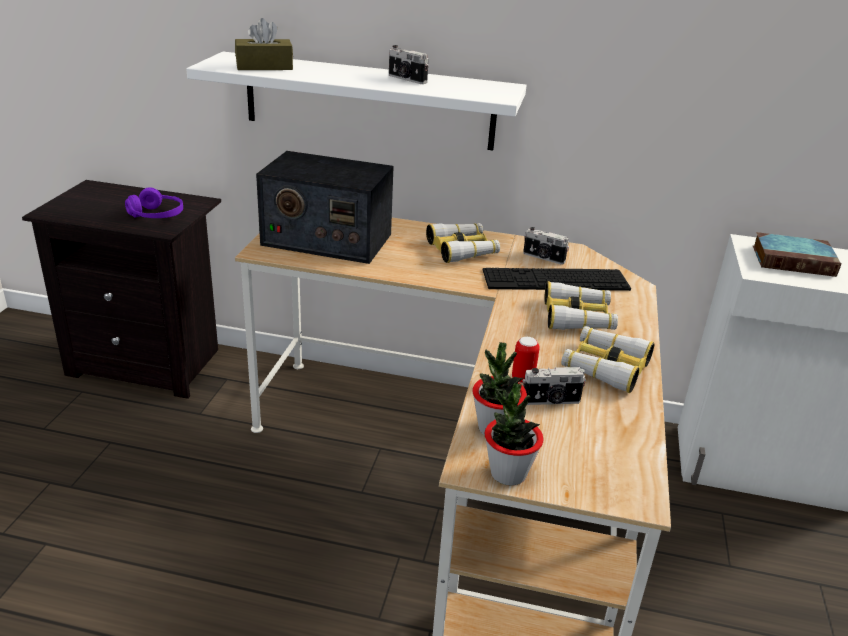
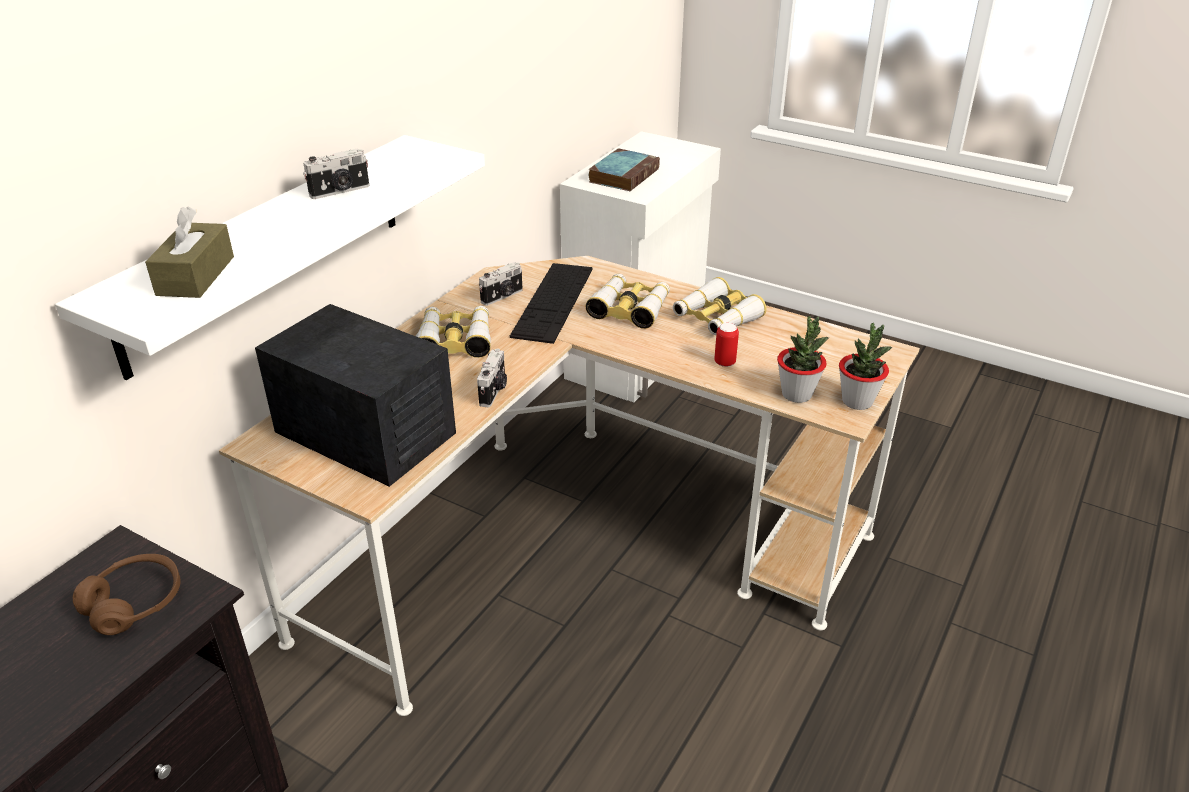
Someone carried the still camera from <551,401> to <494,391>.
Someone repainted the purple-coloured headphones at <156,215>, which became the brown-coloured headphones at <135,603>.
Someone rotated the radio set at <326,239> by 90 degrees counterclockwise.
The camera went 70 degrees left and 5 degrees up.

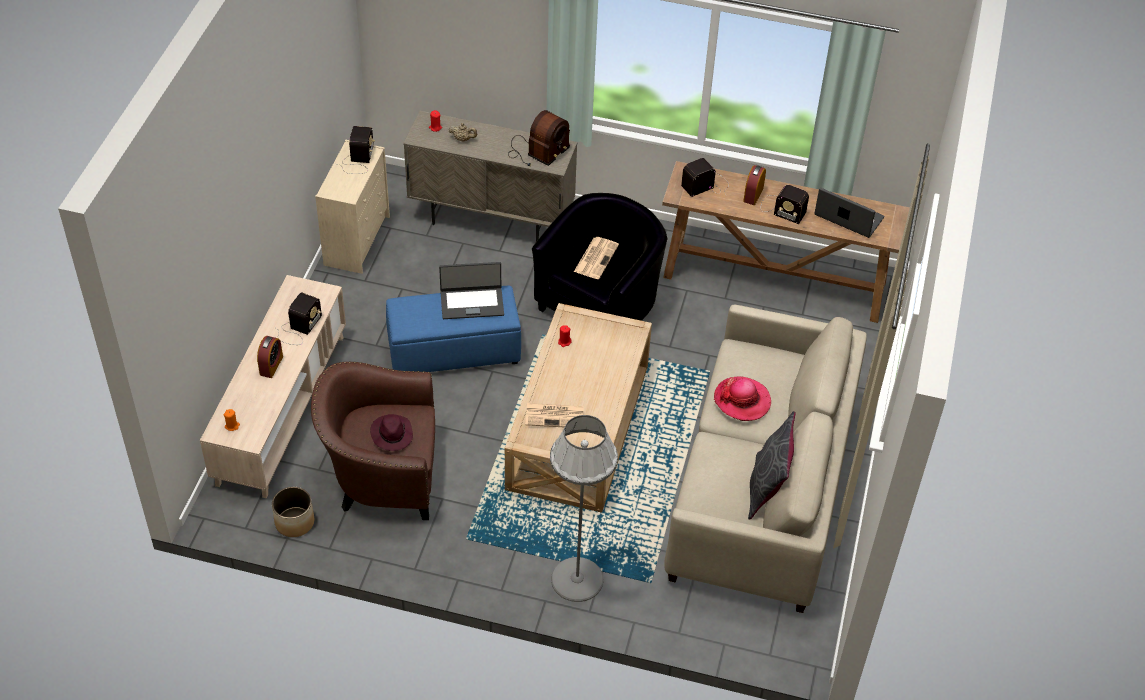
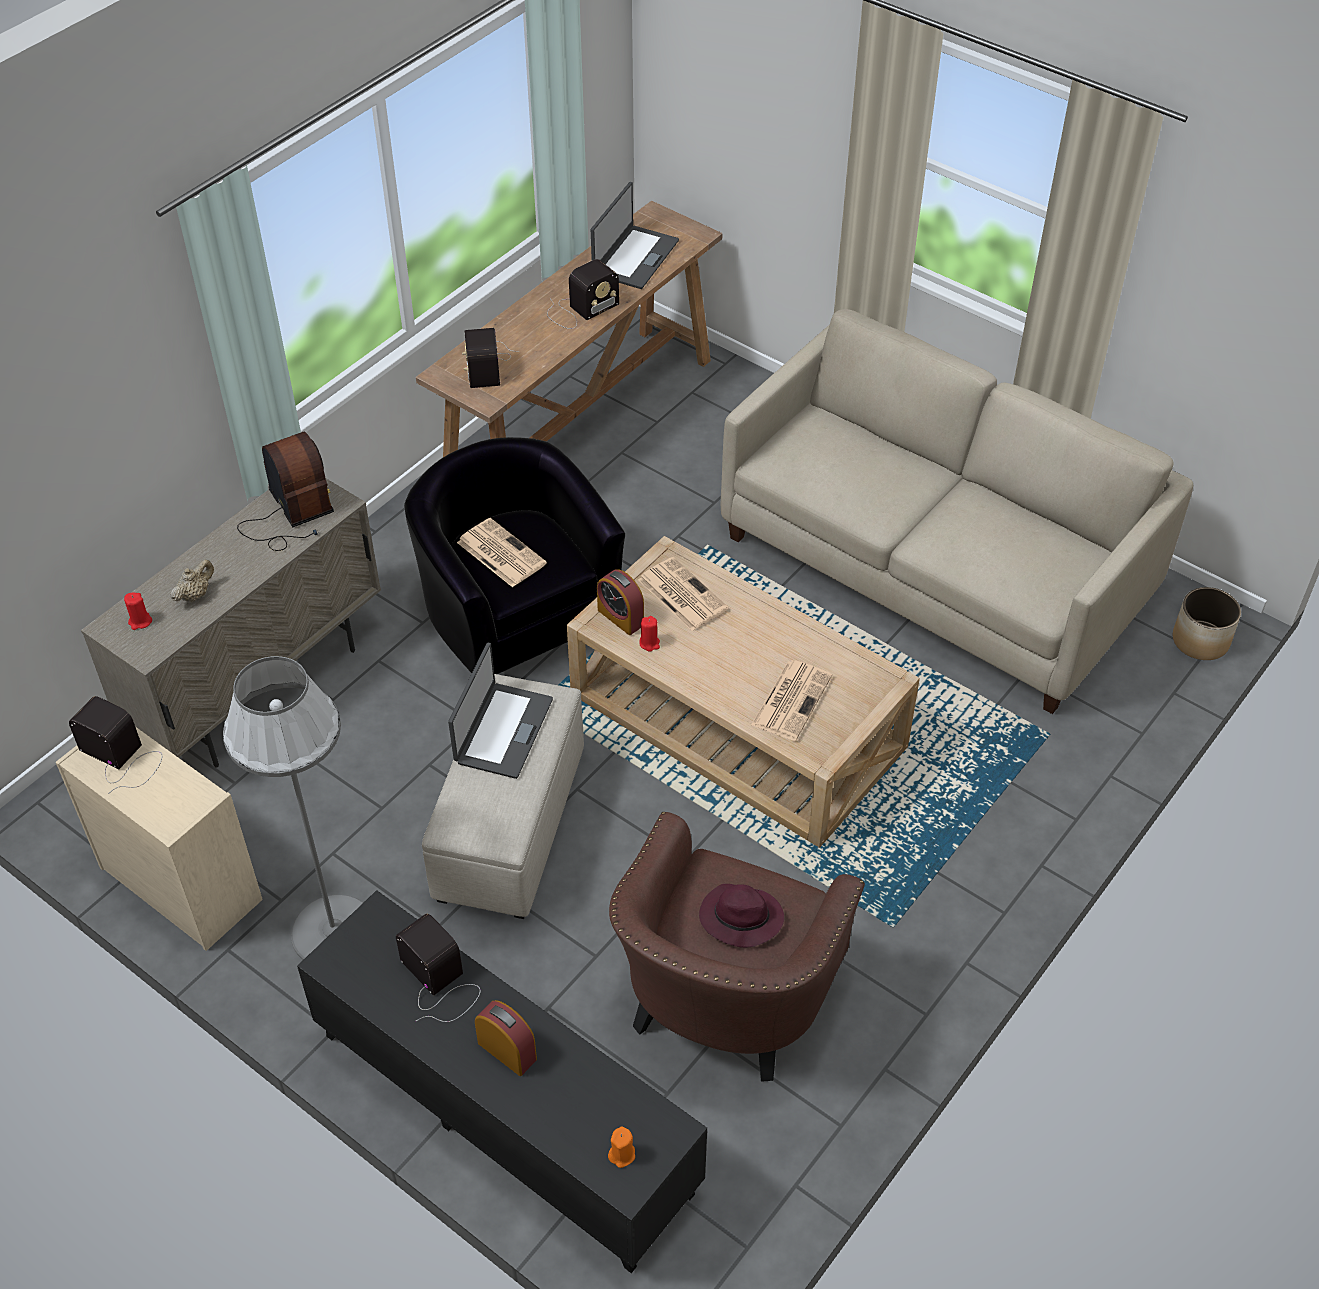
Someone took away the hat at <742,400>.
Someone took away the greyish throw pillow at <767,488>.
Someone put down the newspaper at <681,594>.
Someone carried the flower pot from <295,522> to <1201,640>.
Someone carried the greyish standard lamp from <577,579> to <333,930>.
Someone carried the bedside clock from <753,194> to <620,617>.
Someone repainted the sand-coloured tv unit at <281,409>, which became the black-coloured tv unit at <505,1113>.
Someone repainted the bluish ottoman at <455,351>, which became the sand-coloured ottoman at <510,823>.
Someone rotated the notebook computer at <848,217> by 150 degrees clockwise.
The camera went 65 degrees left and 0 degrees up.

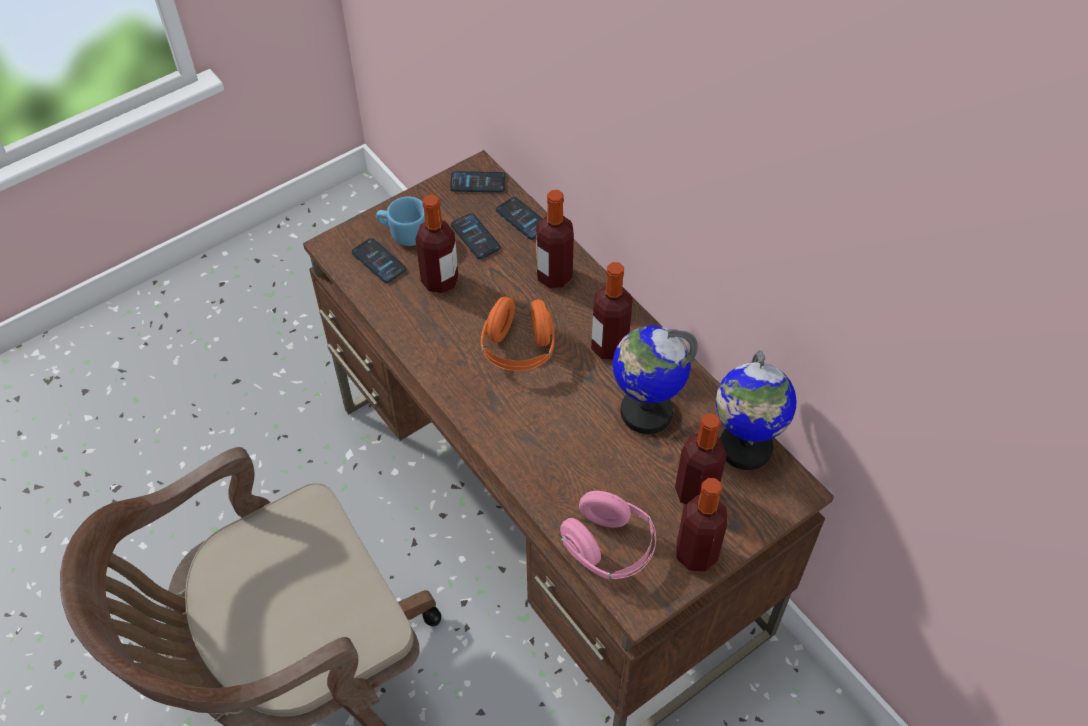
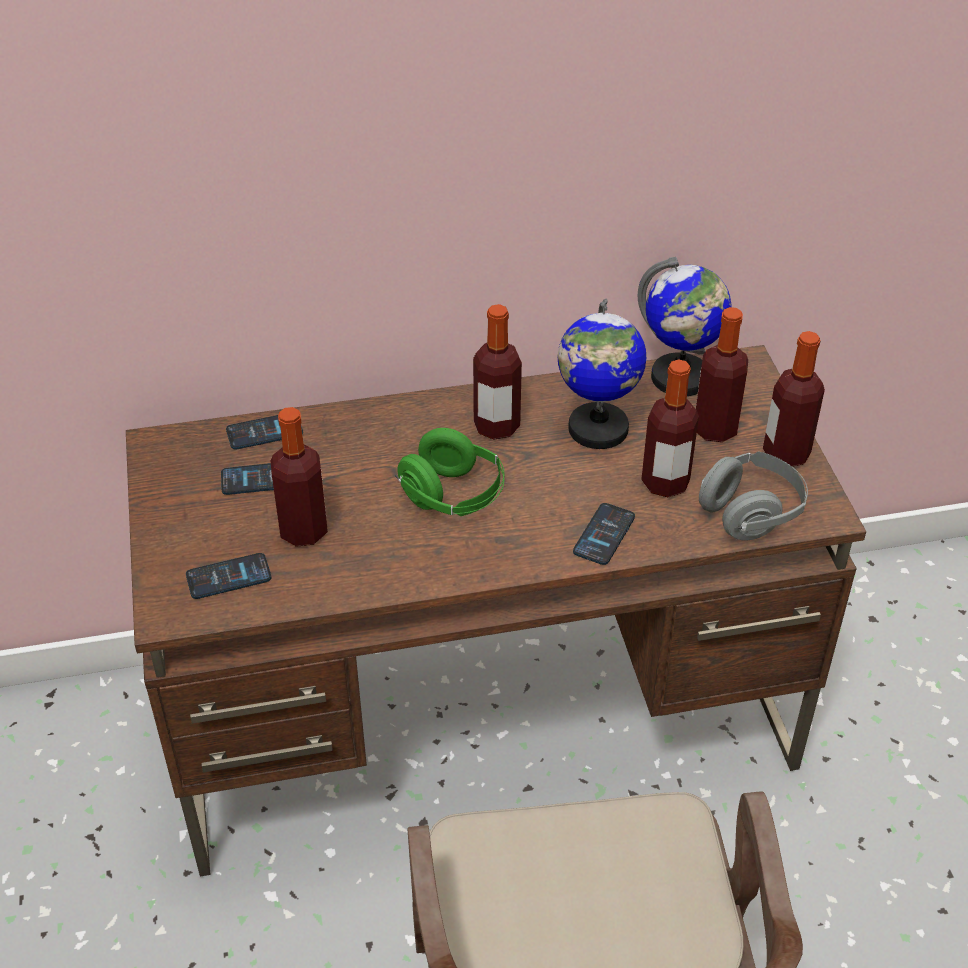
Someone took away the bluish coffee mug at <404,233>.
Someone carried the phone from <478,183> to <604,535>.
Someone carried the bottle from <554,276> to <665,482>.
Someone repainted the orange-coloured headphones at <518,349>, which became the greenish headphones at <453,496>.
Someone repainted the pink-coloured headphones at <608,548>, which became the greyish headphones at <750,512>.
The camera went 65 degrees left and 10 degrees down.

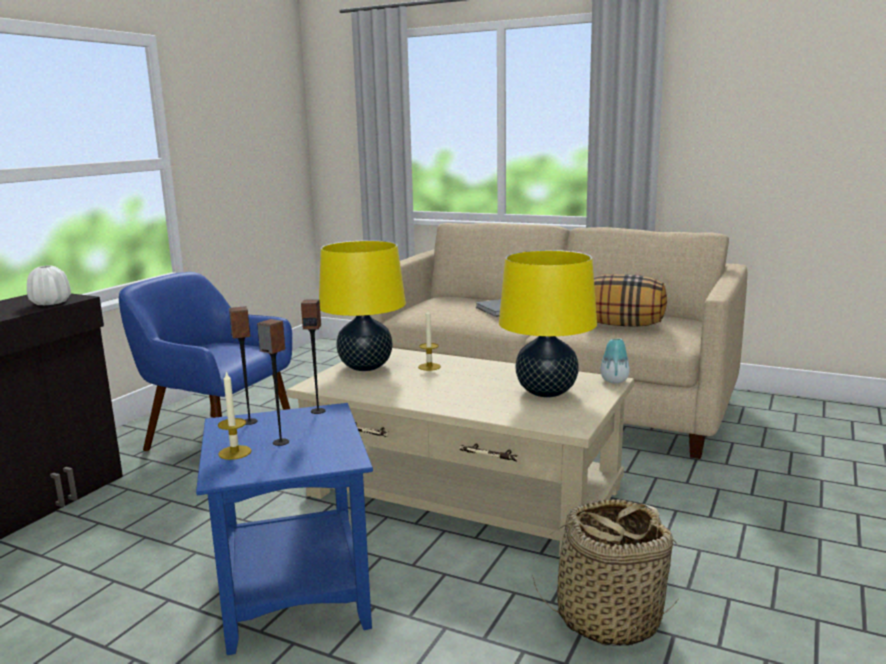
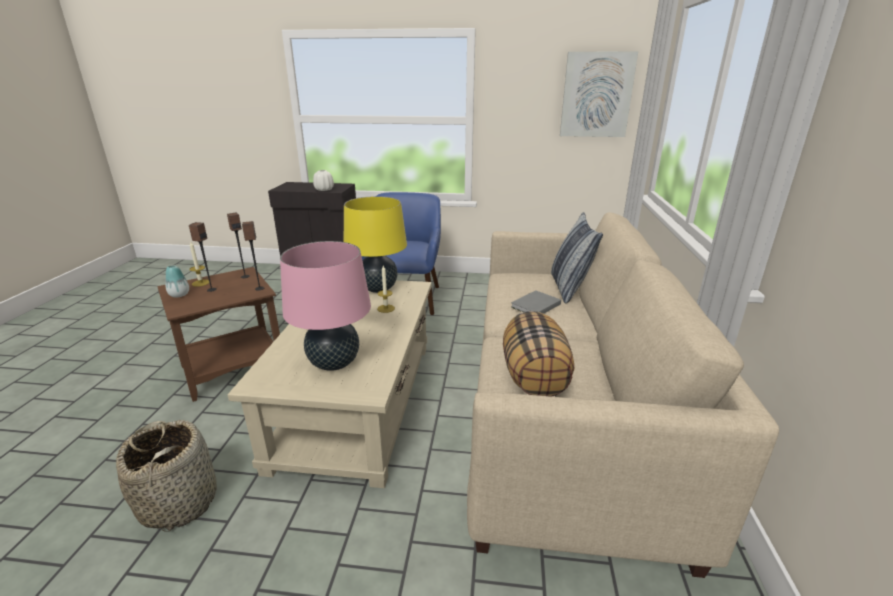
Someone put down the throw pillow at <569,288>.
Someone put up the picture at <596,95>.
Someone carried the vase from <614,380> to <179,295>.
Someone repainted the bluish side table at <292,591>, which became the brown-coloured side table at <233,368>.
Someone repainted the yellowish lamp for a table at <546,392>, which became the pink-coloured lamp for a table at <334,363>.
The camera went 70 degrees right and 10 degrees up.

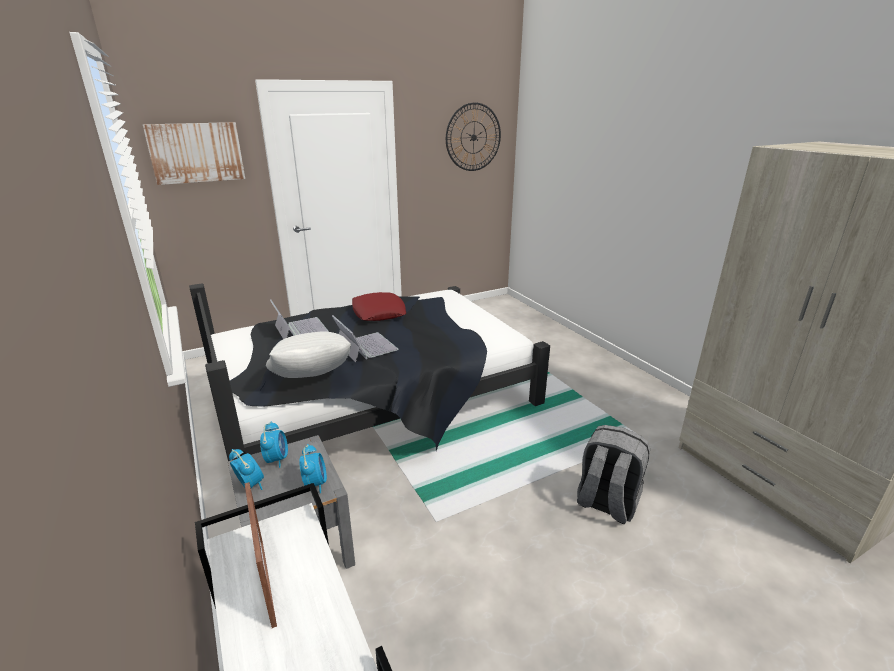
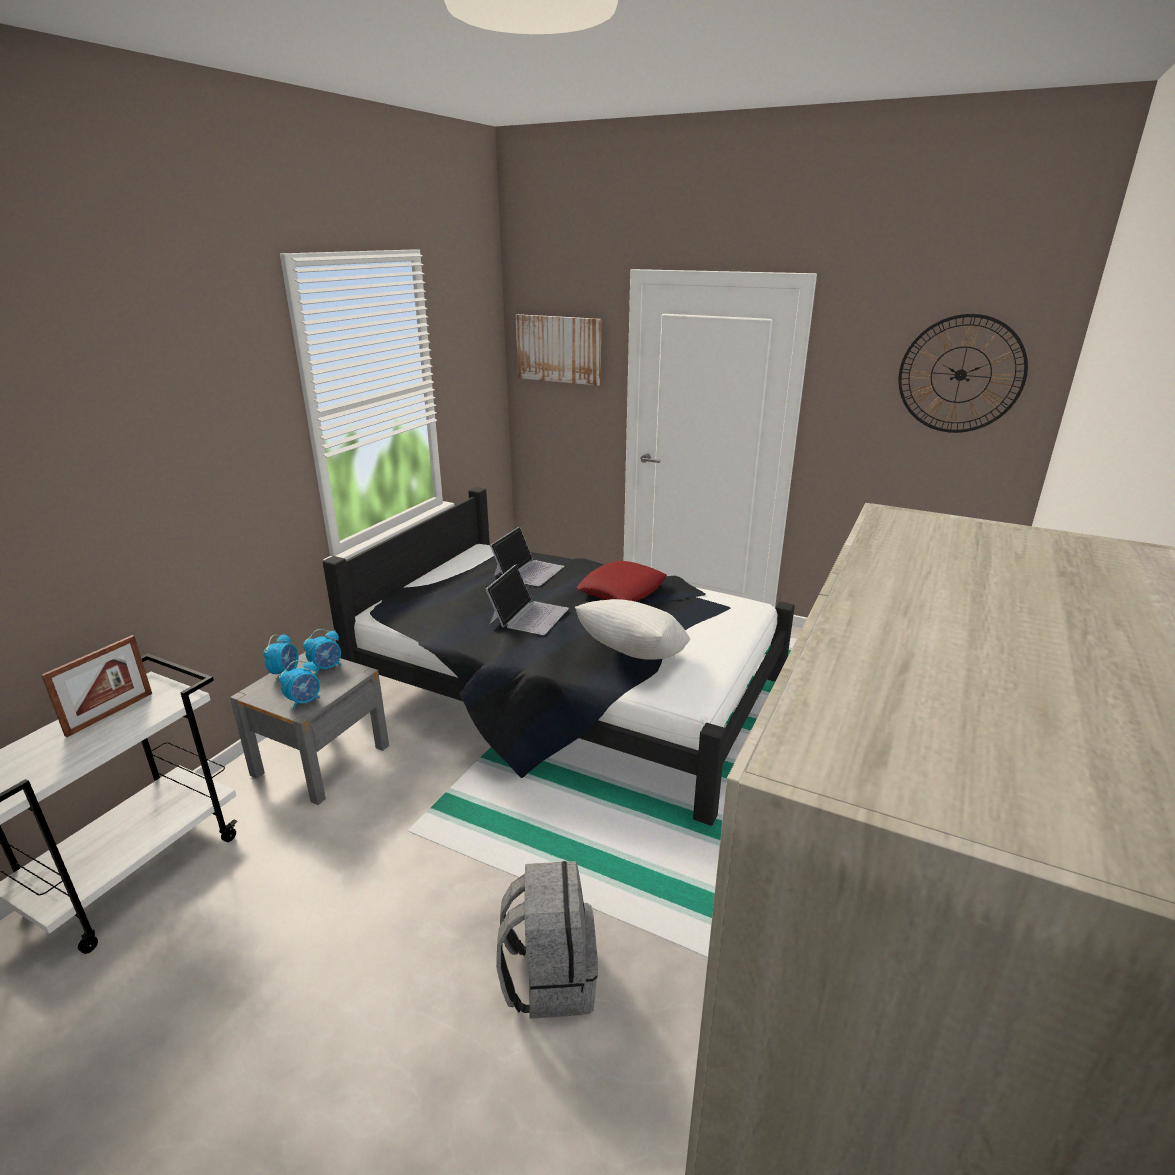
Someone carried the white-coloured throw pillow from <311,379> to <633,659>.
The camera went 55 degrees right and 0 degrees up.

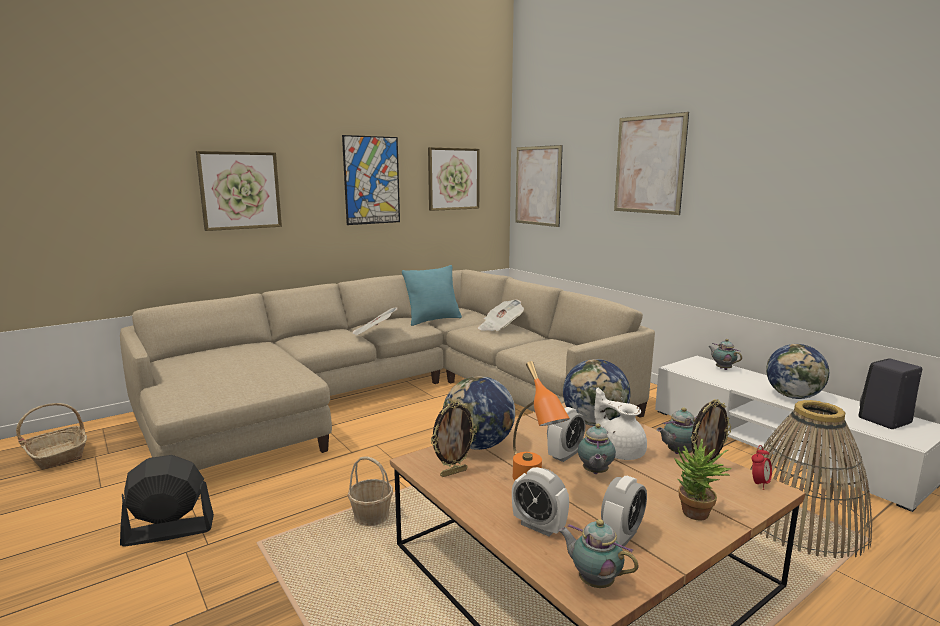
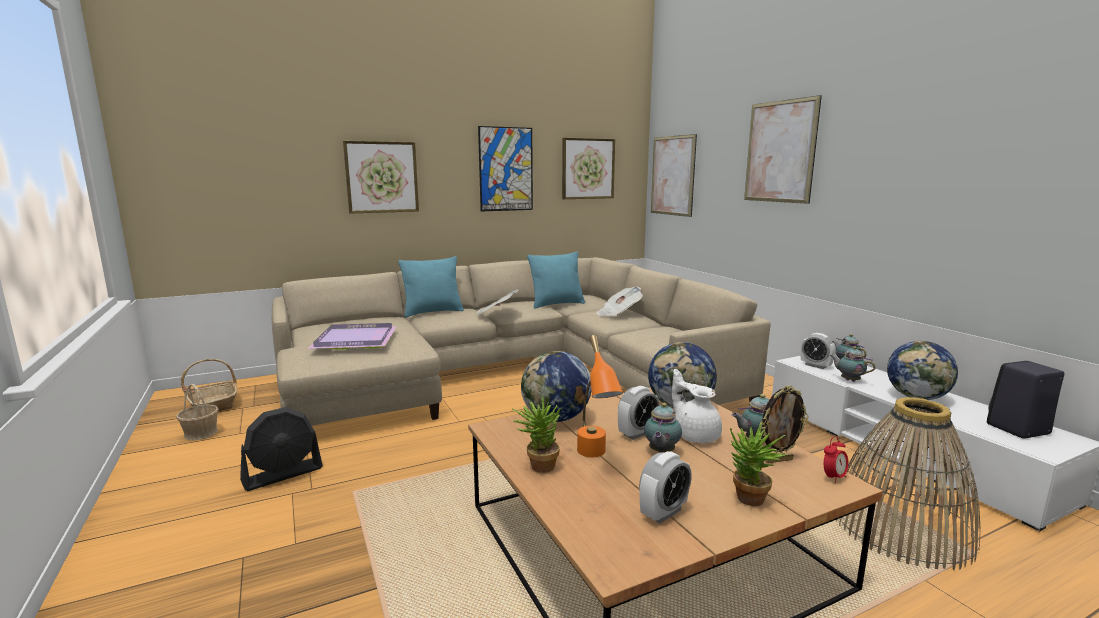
Someone took away the standing frame at <453,472>.
Someone put down the purple-coloured tray at <356,340>.
Someone put down the turquoise throw pillow at <433,312>.
Someone put down the houseplant at <538,465>.
Someone carried the storage basket from <371,516> to <201,433>.
Someone carried the bedside clock from <539,526> to <815,366>.
Someone carried the pot for tea from <594,581> to <848,380>.
Someone rotated the black-coloured cooling fan at <168,531> by 150 degrees clockwise.
The camera went 10 degrees right and 0 degrees up.

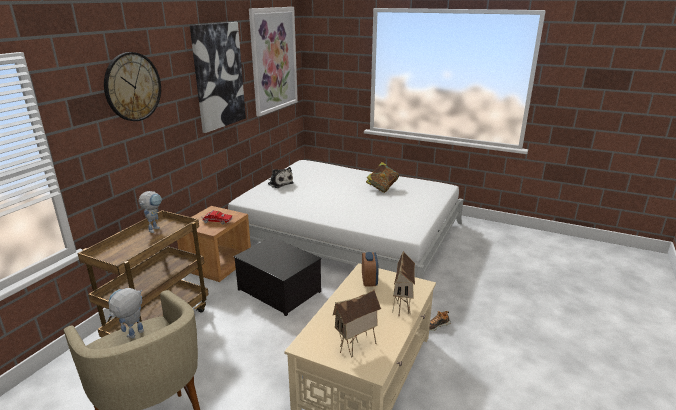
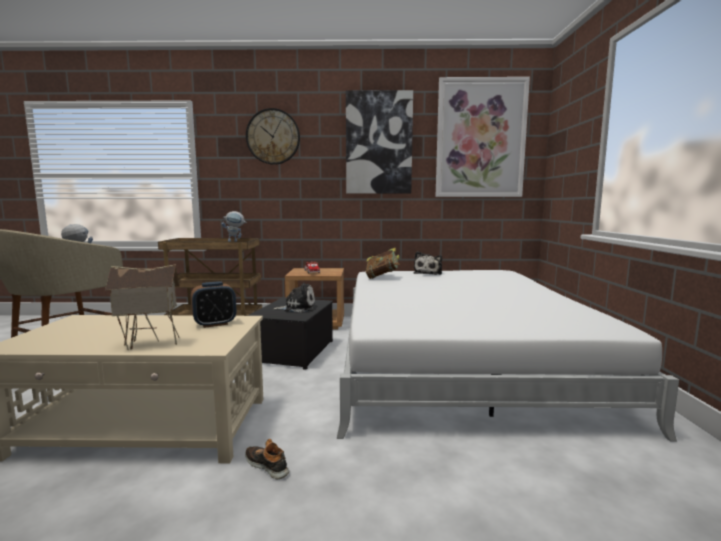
Someone took away the miniature house at <357,348>.
Someone put down the soft toy at <297,308>.
Someone carried the volume from <382,188> to <382,277>.
The camera went 65 degrees right and 15 degrees down.

